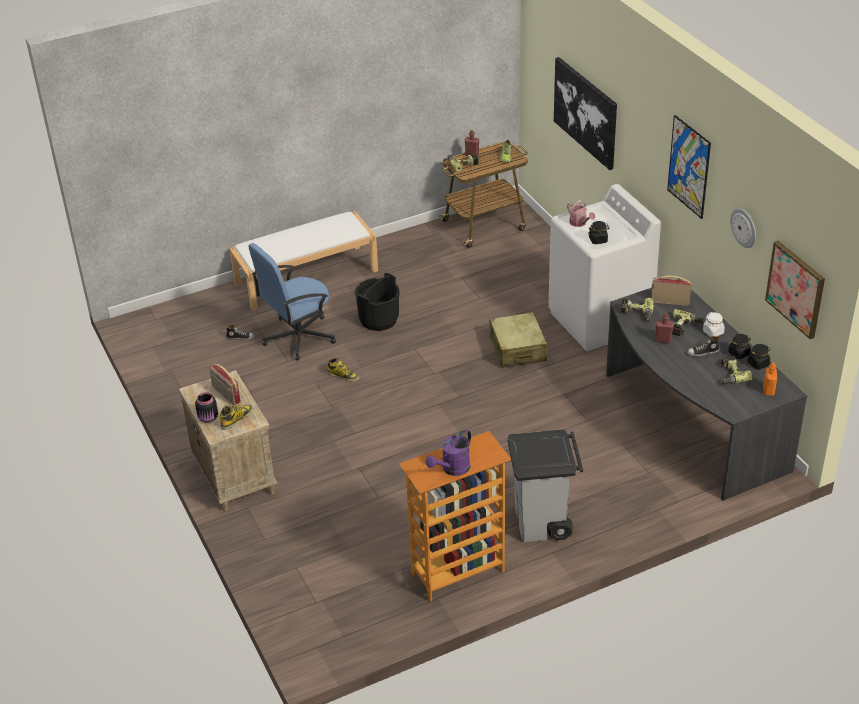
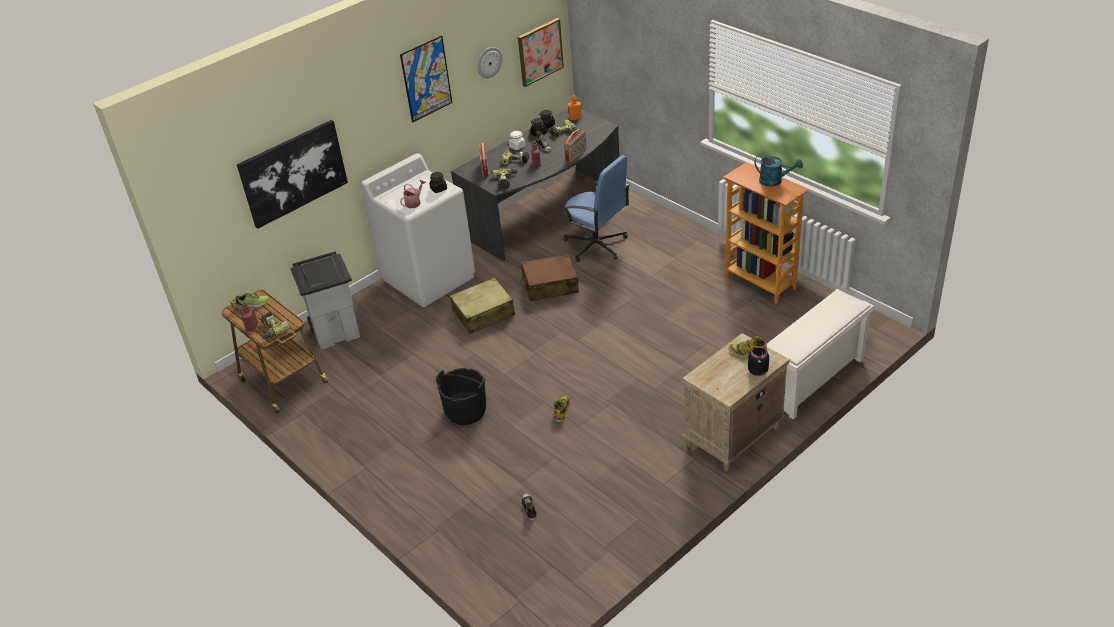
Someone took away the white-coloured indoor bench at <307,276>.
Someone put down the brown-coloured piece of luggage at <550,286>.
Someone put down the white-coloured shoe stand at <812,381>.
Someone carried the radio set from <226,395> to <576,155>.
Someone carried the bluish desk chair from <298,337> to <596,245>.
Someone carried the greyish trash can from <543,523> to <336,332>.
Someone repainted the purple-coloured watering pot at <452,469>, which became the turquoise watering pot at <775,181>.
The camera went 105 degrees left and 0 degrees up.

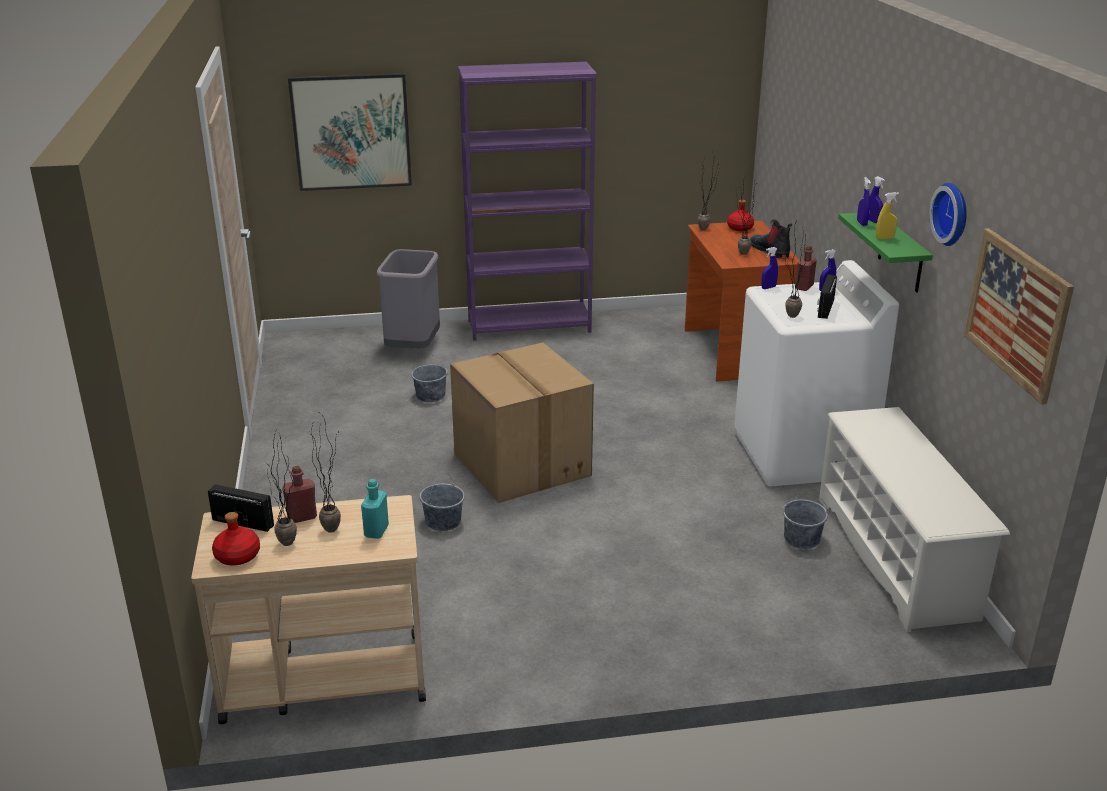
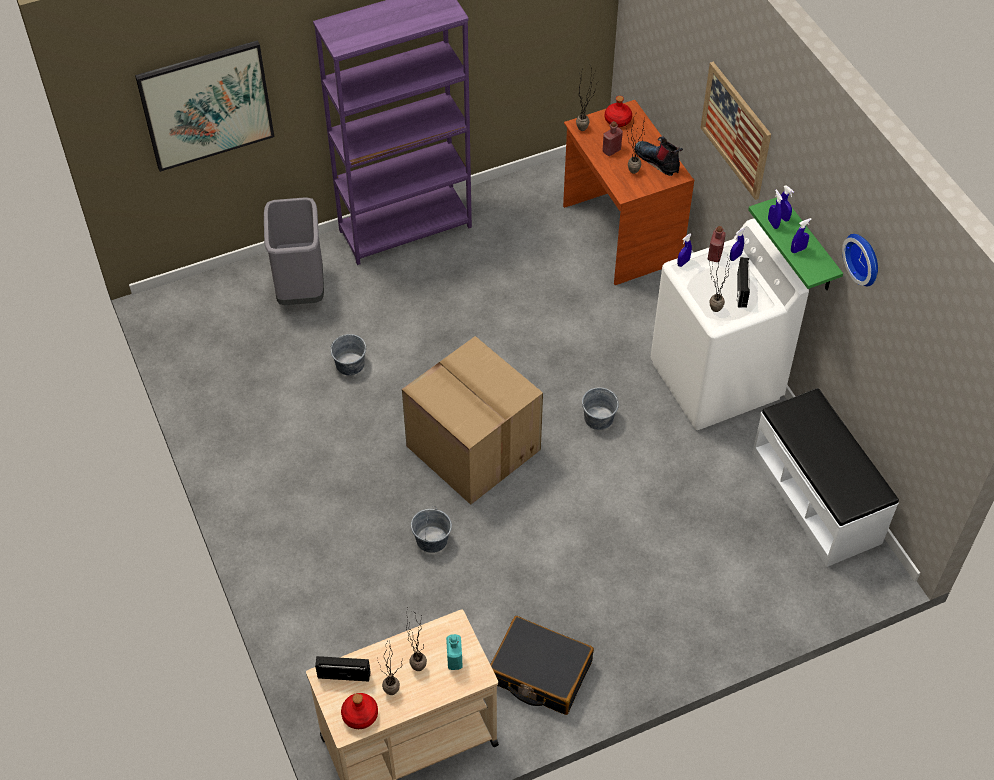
Someone put down the black-coloured piece of luggage at <540,672>.
Someone carried the red bottle from <302,517> to <611,150>.
Someone carried the greyish water bucket from <802,539> to <599,418>.
Someone carried the picture from <1017,313> to <736,130>.
Someone swapped the white-coloured shoe stand at <895,557> for the white-coloured indoor bench at <816,498>.
Someone repainted the yellowish spray bottle at <884,238>, which became the bluish spray bottle at <798,250>.
The camera went 15 degrees left and 25 degrees up.

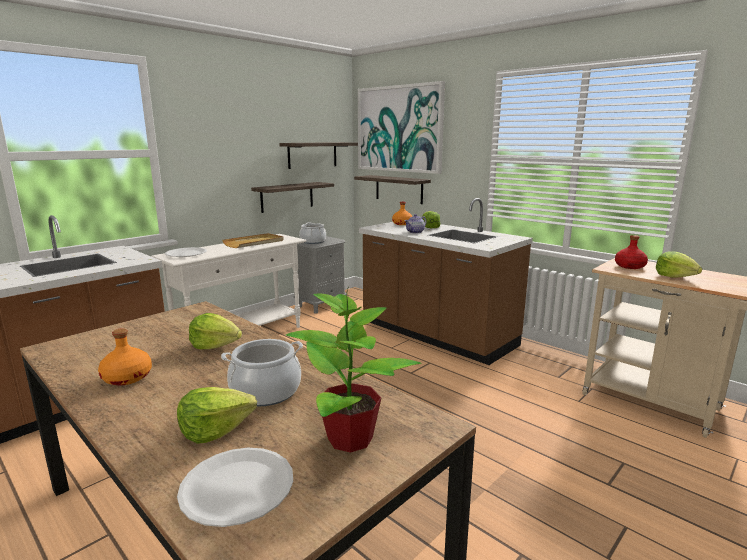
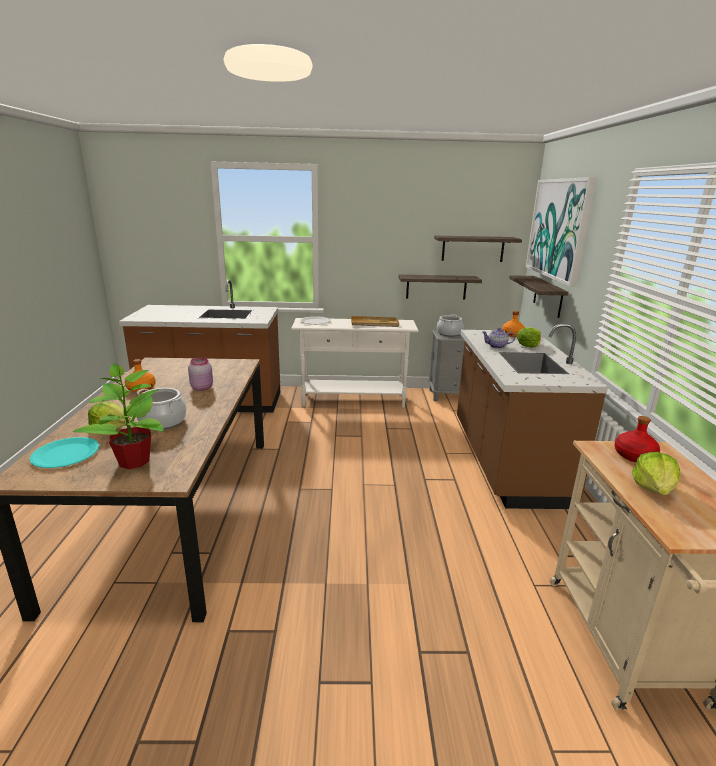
Someone swapped the head of lettuce at <215,345> for the pink-coloured jar at <202,387>.
Someone repainted the white-coloured dinner plate at <237,487>, which became the turquoise dinner plate at <65,454>.
The camera went 45 degrees right and 5 degrees up.

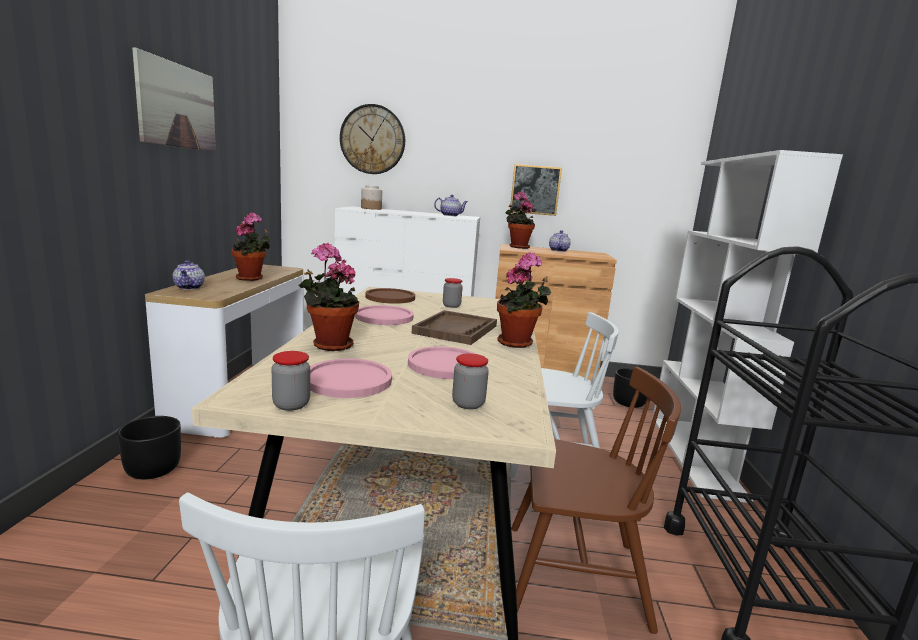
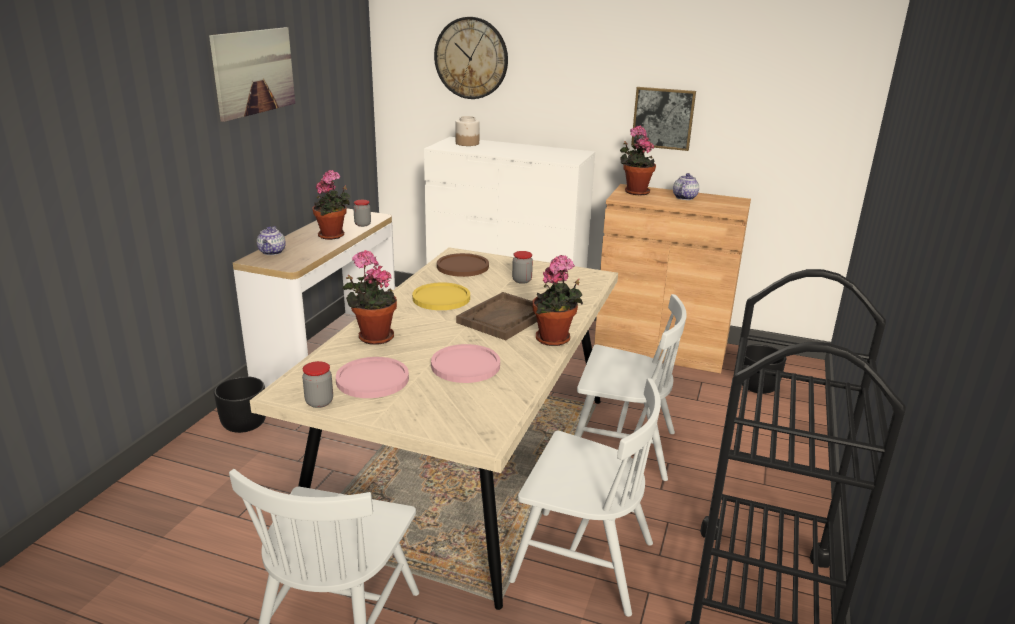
Someone took away the pot for tea at <450,215>.
Someone took away the white-coloured shelving unit at <696,455>.
Someone carried the jar from <468,404> to <362,224>.
Someone repainted the pink-coloured dinner plate at <384,317>, which became the yellowish dinner plate at <441,298>.
Someone repainted the brown-coloured plain chair at <574,575>, which became the white-coloured plain chair at <582,561>.
The camera went 15 degrees right and 10 degrees up.

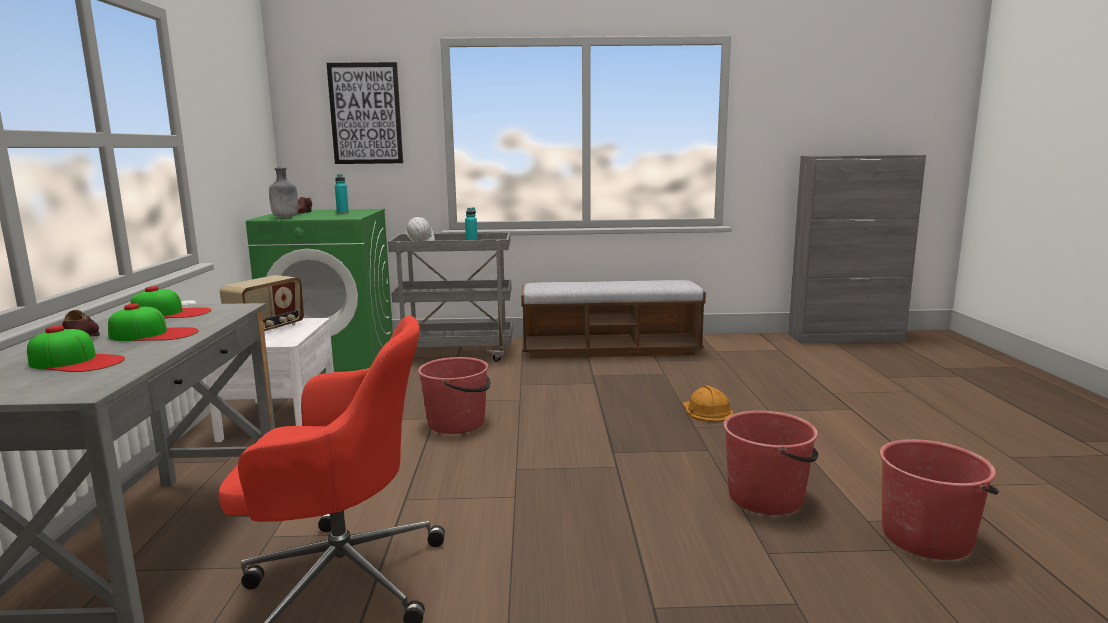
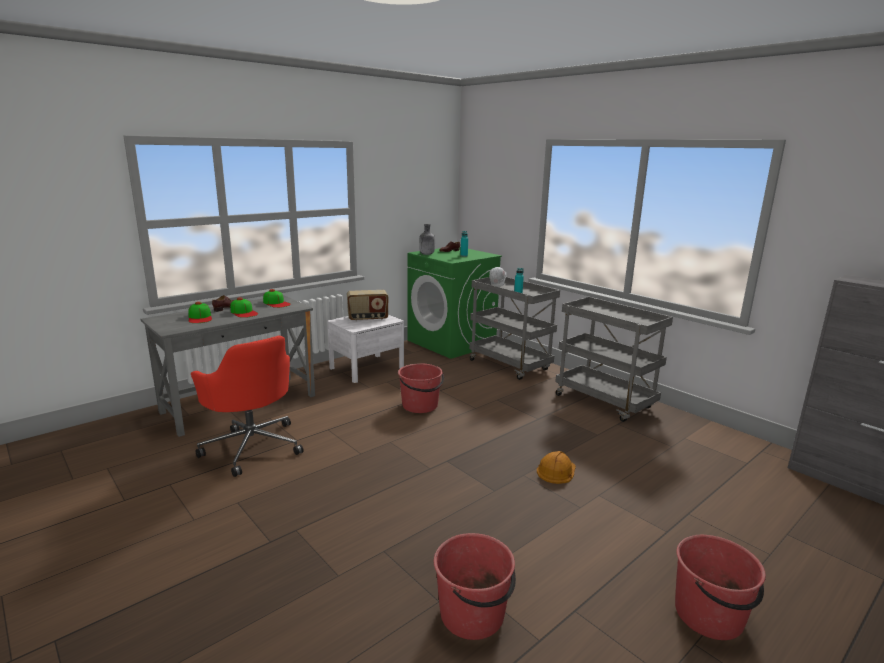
Someone took away the picture at <365,114>.
Someone carried the red water bucket from <766,497> to <709,615>.
Someone swapped the indoor bench at <610,350> for the greyish wheeled cart at <605,402>.
The camera went 50 degrees right and 5 degrees up.

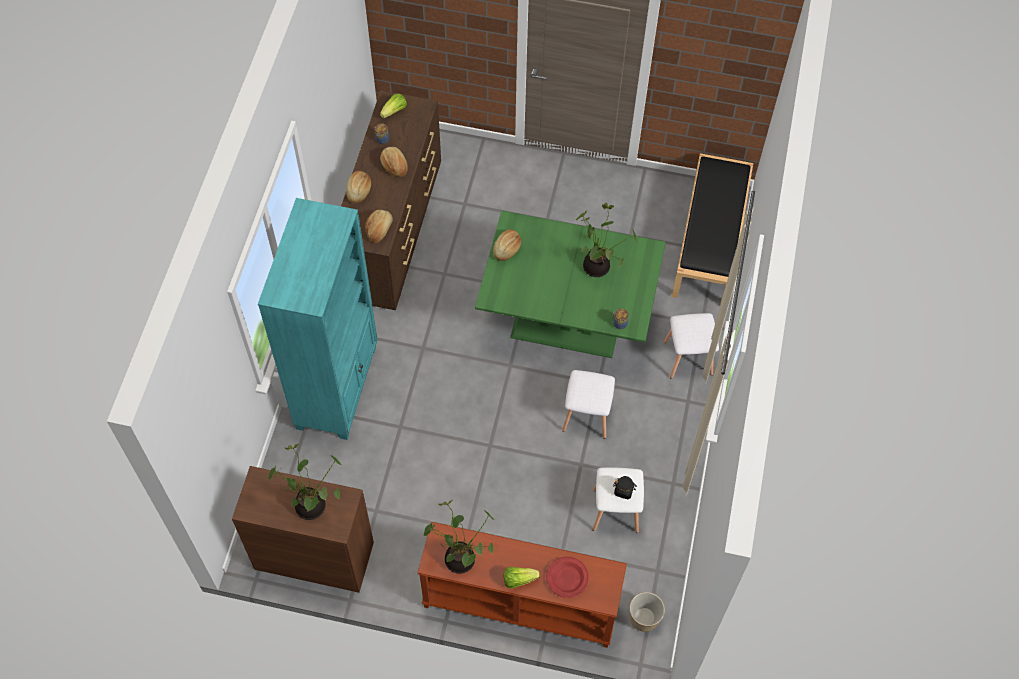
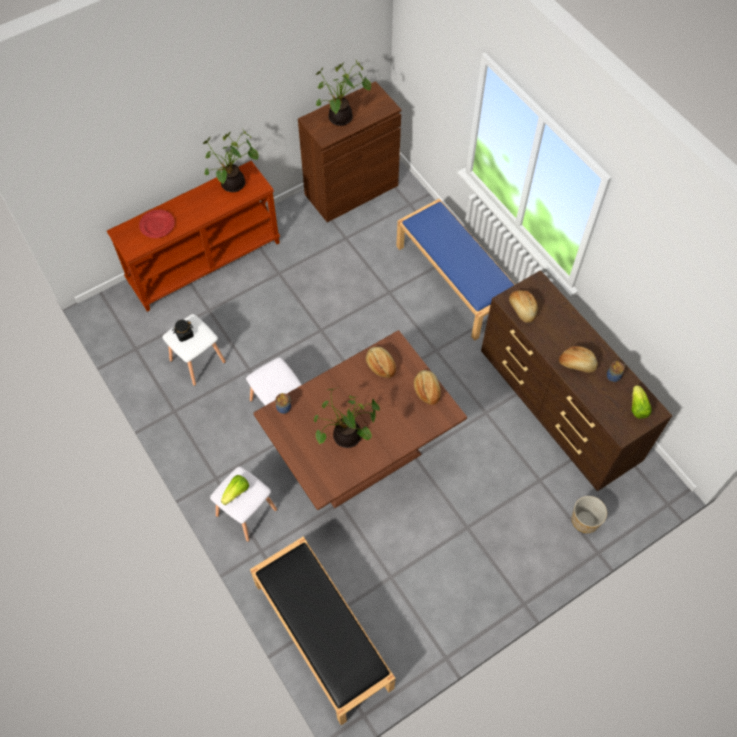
Someone carried the baked bread from <358,190> to <380,365>.
Someone carried the head of lettuce from <519,579> to <236,492>.
Someone carried the flower pot from <644,618> to <584,520>.
Someone swapped the turquoise shelving unit at <338,387> for the bluish indoor bench at <455,281>.
Someone repainted the greenish kitchen table at <567,323>, which became the brown-coloured kitchen table at <360,456>.
The camera went 135 degrees right and 0 degrees up.

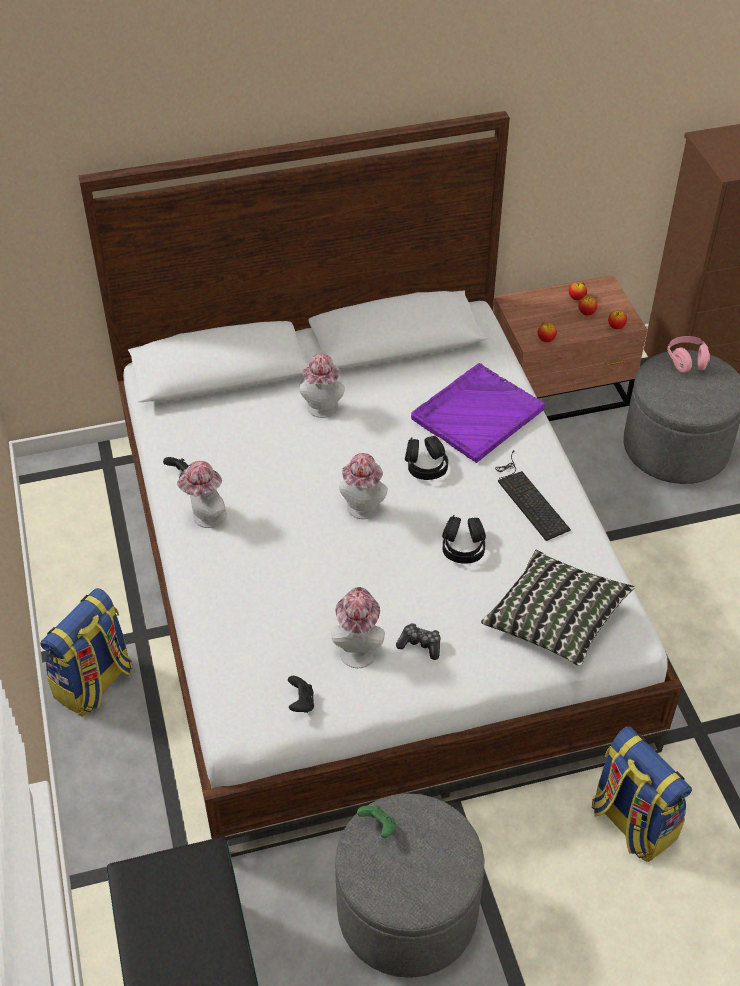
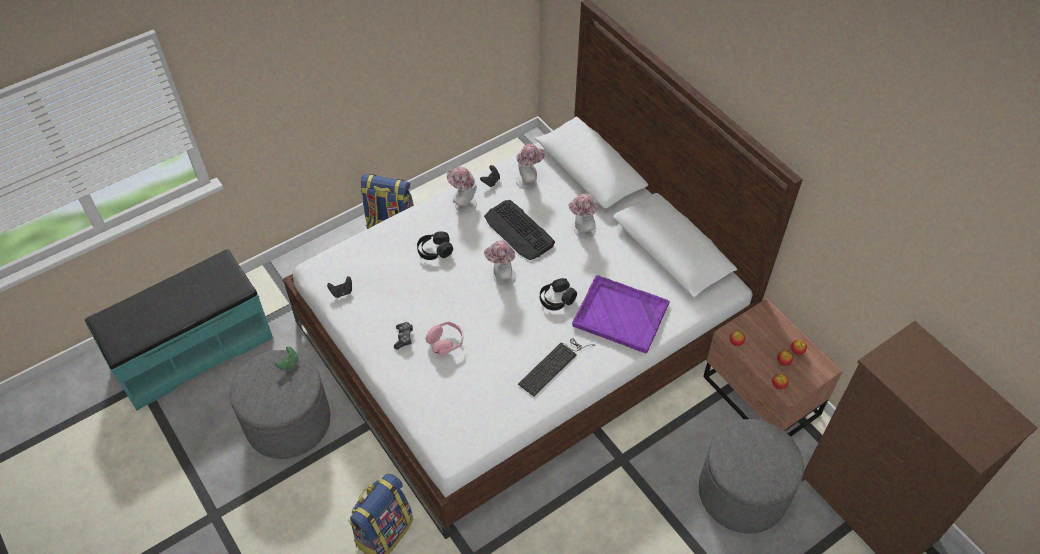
Someone took away the throw pillow at <554,620>.
Someone put down the keyboard at <519,230>.
Someone carried the hat from <358,648> to <529,180>.
Someone carried the black-coloured headphones from <463,547> to <434,250>.
Someone carried the pink-coloured headphones from <686,361> to <446,343>.
The camera went 70 degrees right and 5 degrees up.

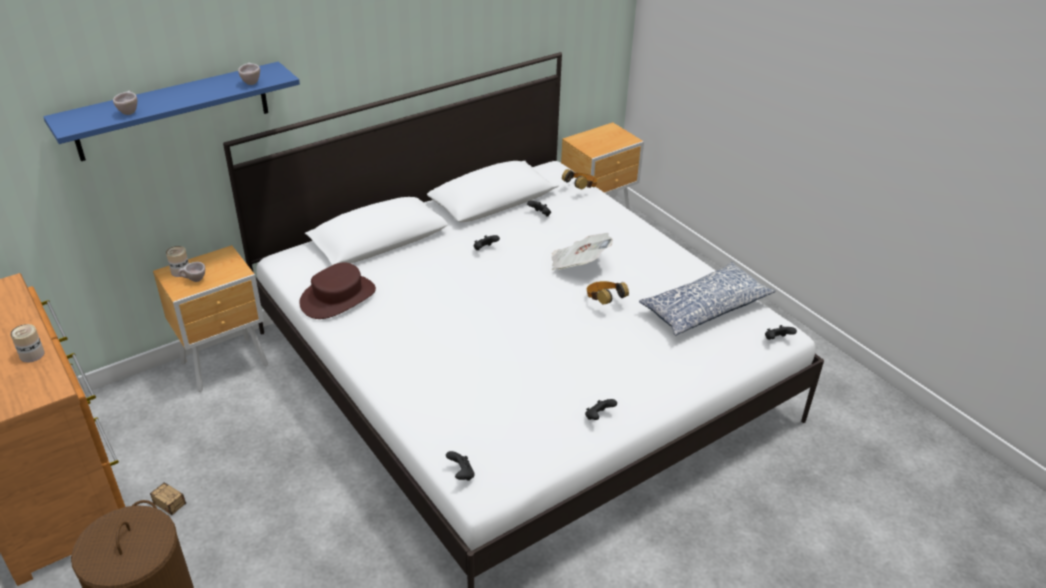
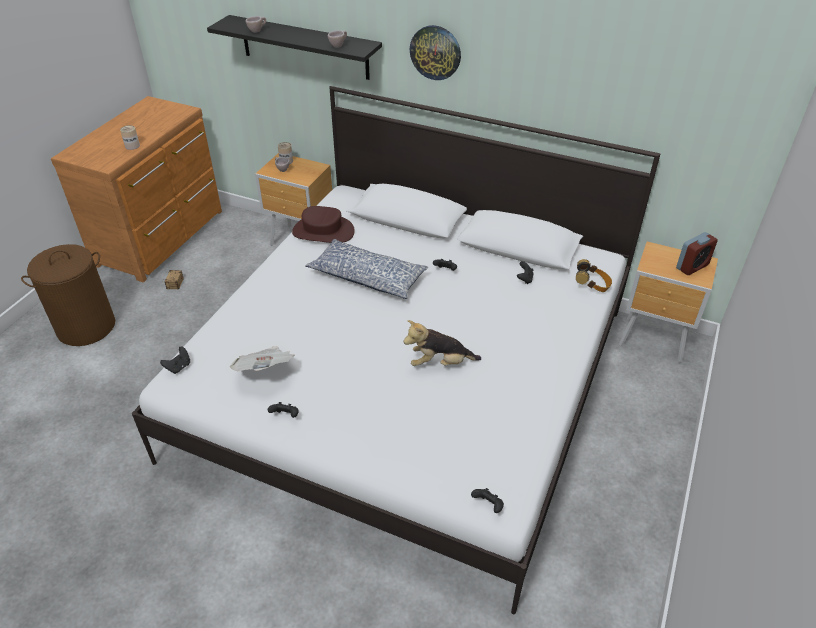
Someone put up the hanging clock at <435,52>.
Someone put down the bedside clock at <692,266>.
Someone carried the newspaper from <578,265> to <265,370>.
Someone carried the throw pillow from <704,308> to <367,277>.
Someone swapped the headphones at <604,301> for the soft toy at <439,363>.
Someone repainted the bluish wall shelf at <173,111>, which became the black-coloured wall shelf at <304,47>.
The camera went 60 degrees right and 5 degrees up.

